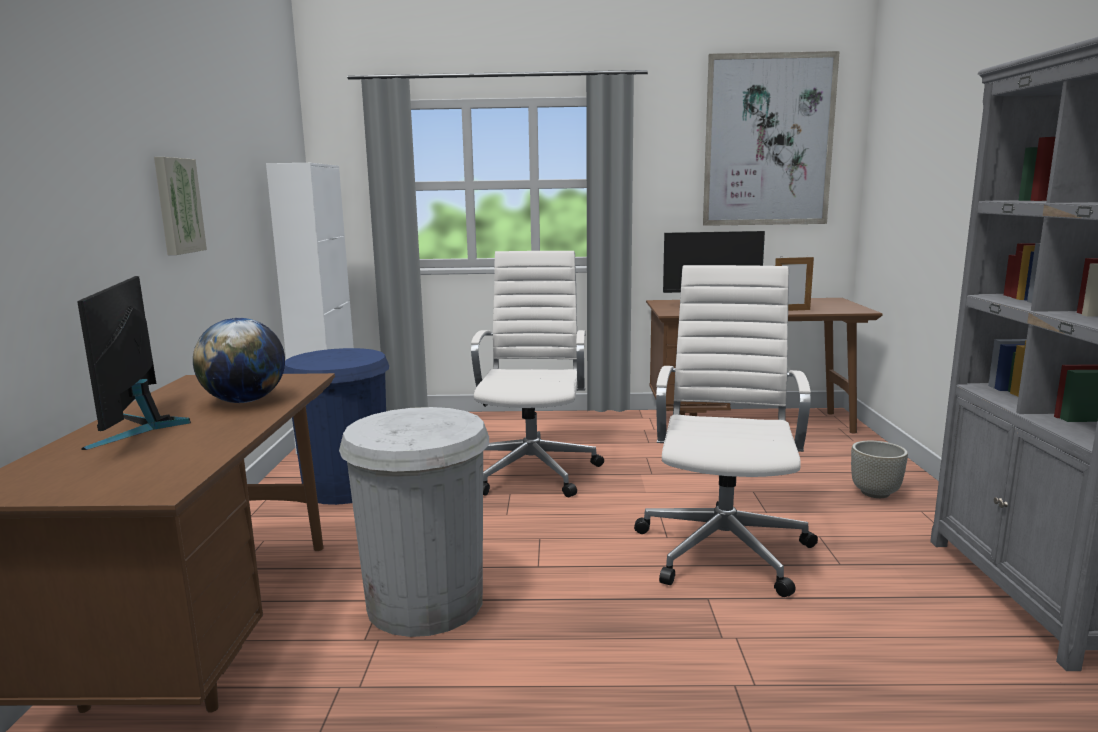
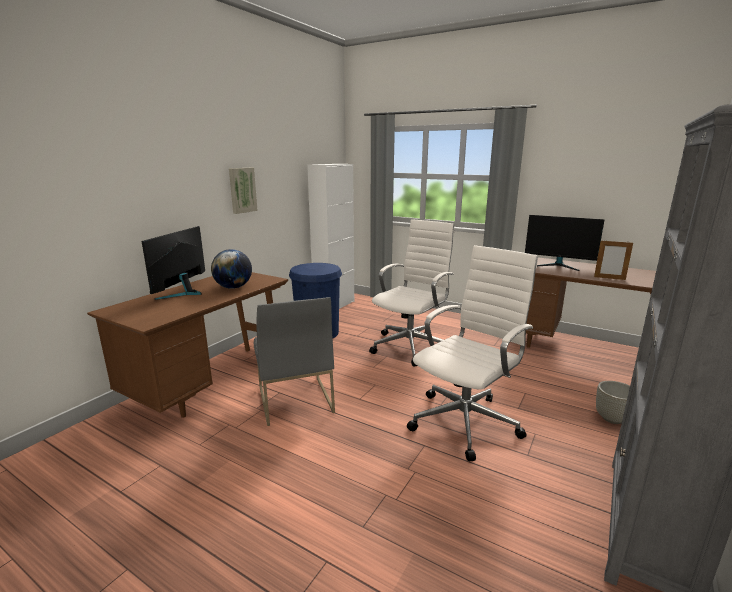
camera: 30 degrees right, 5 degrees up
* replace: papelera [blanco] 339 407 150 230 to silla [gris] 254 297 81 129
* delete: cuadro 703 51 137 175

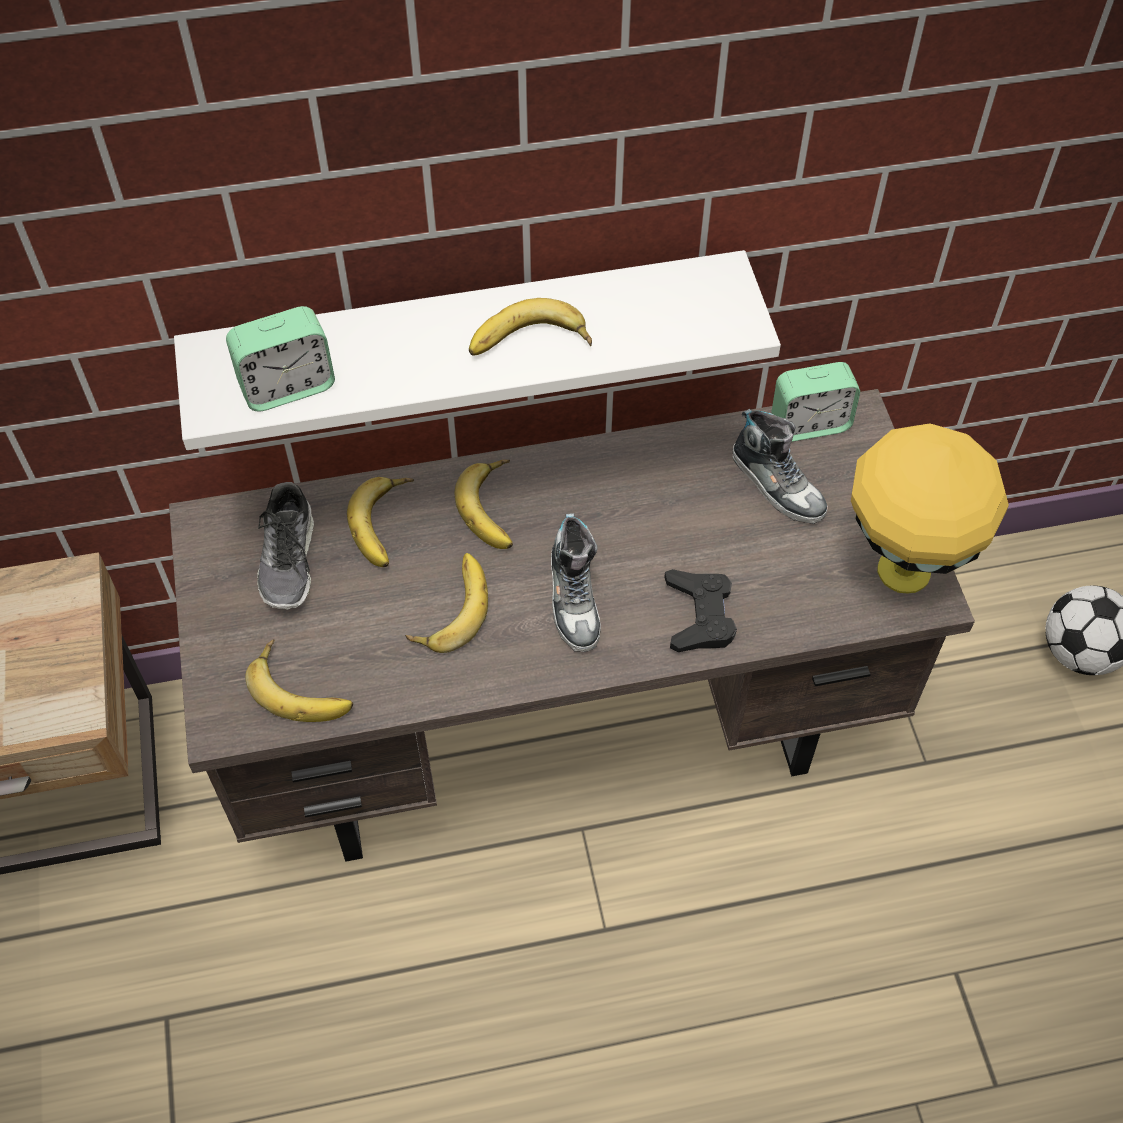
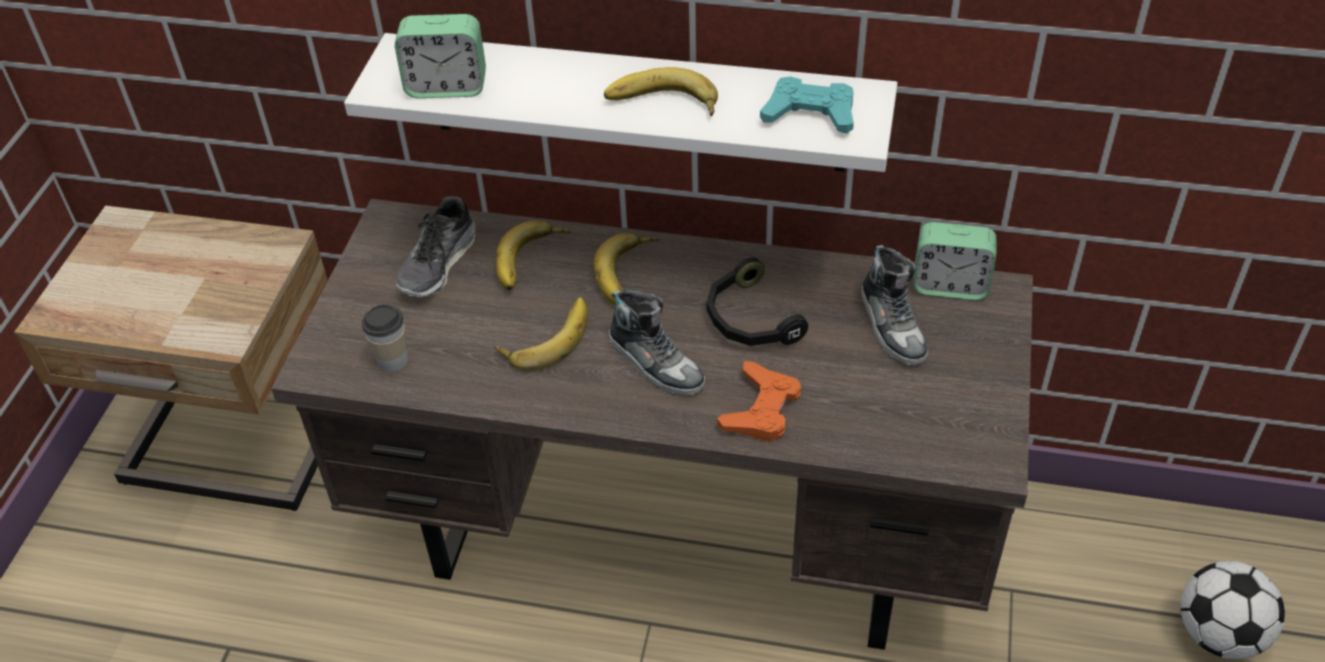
camera: 25 degrees right, 10 degrees down
* replace: plátano 245 639 108 83 to taza 362 304 46 68
* rotate: zapato 551 514 50 138 = 609 290 96 106 60 degrees counterclockwise
* recolor: mando de consola [negro] 664 569 73 83 to mando de consola [naranja] 717 361 84 81
* delete: lámpara de mesa [amarillo] 851 423 158 170
* insert: auriculares [negro] 707 258 101 88
* insert: mando de consola [turquesa] 760 76 94 58

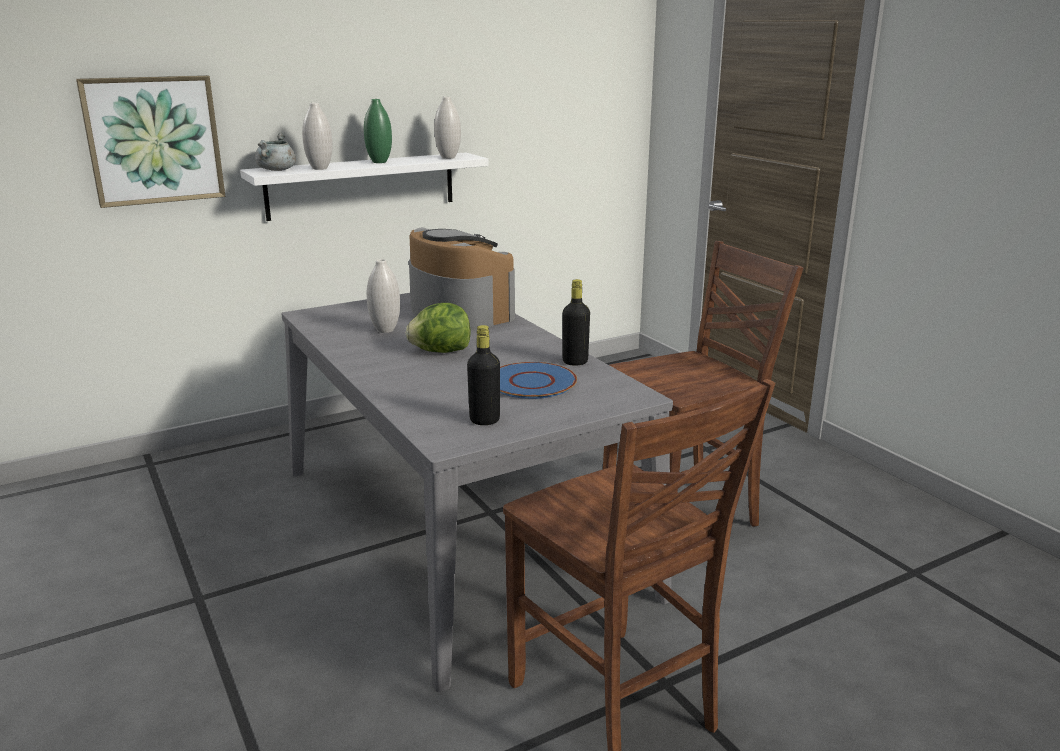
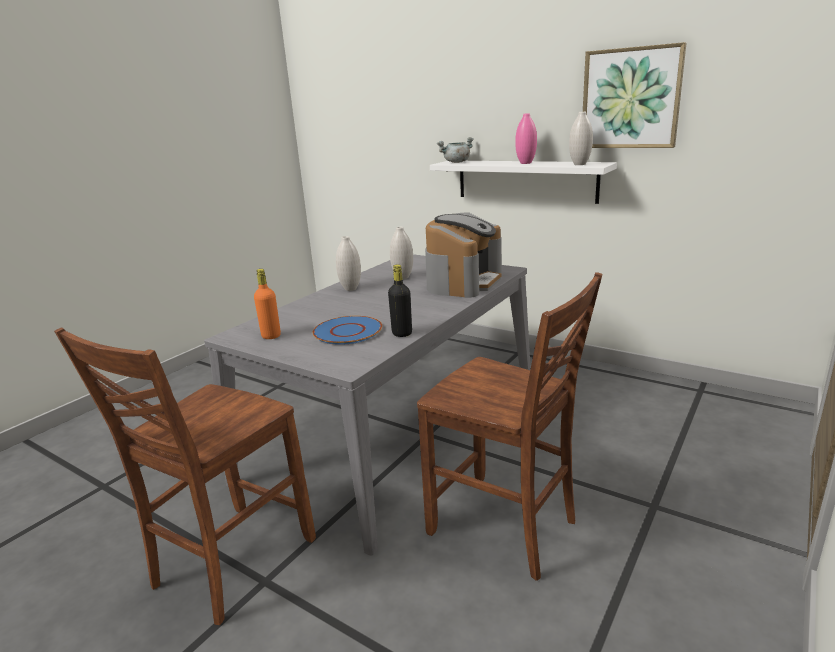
camera: 65 degrees right, 0 degrees up
* move: cuadro 76 75 150 133 to 583 42 103 106
* move: florero [blanco] 302 102 31 68 to 336 236 25 55
* recolor: florero [verde] 364 99 28 64 to florero [rosa] 515 113 22 51
* delete: lechuga 406 303 65 50
* recolor: botella [negro] 467 325 33 100 to botella [naranja] 254 269 27 70

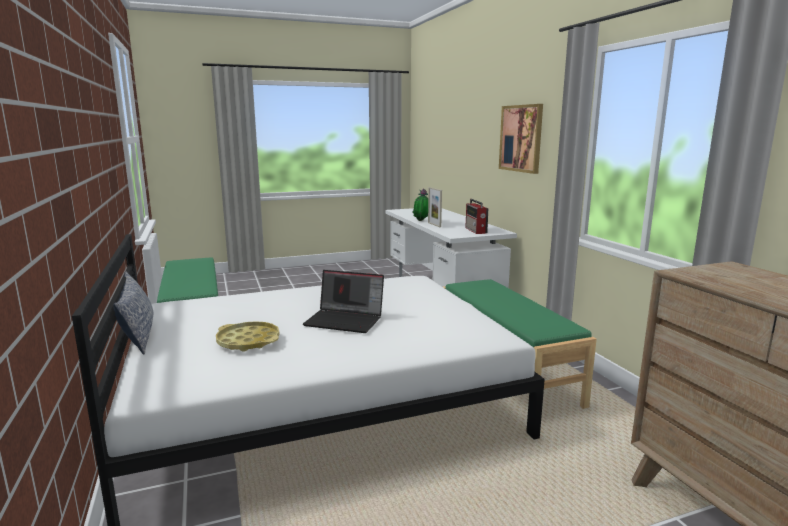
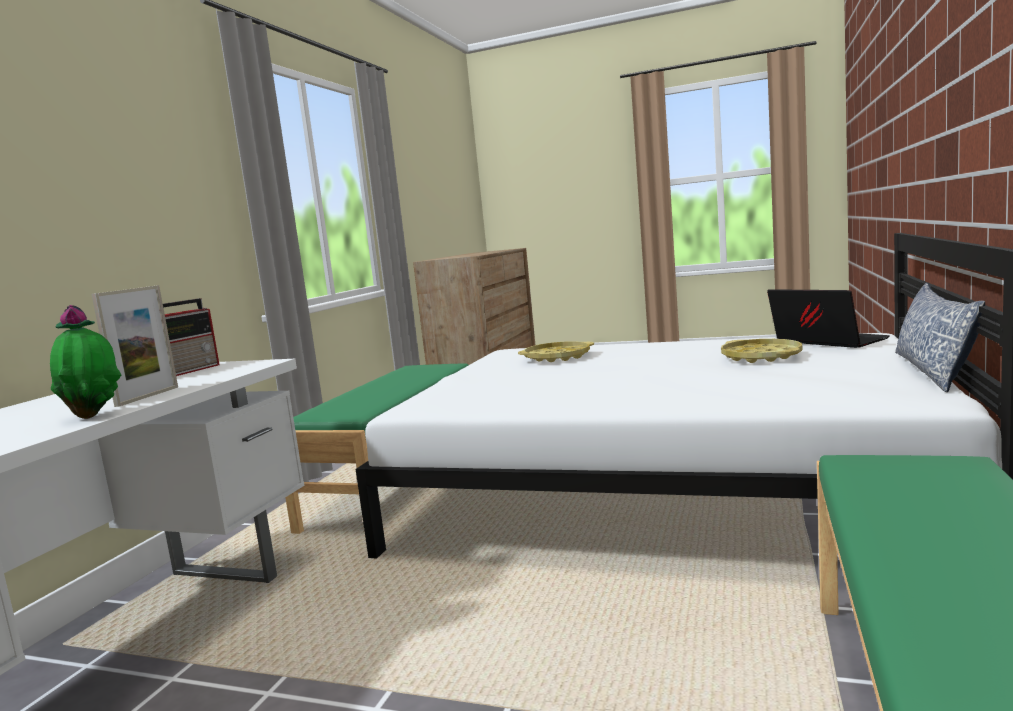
camera: 140 degrees left, 5 degrees down
* move: portátil 303 270 81 63 to 767 289 123 59
* delete: cuadro 499 104 44 70
* insert: bandeja [amarillo] 518 341 76 21

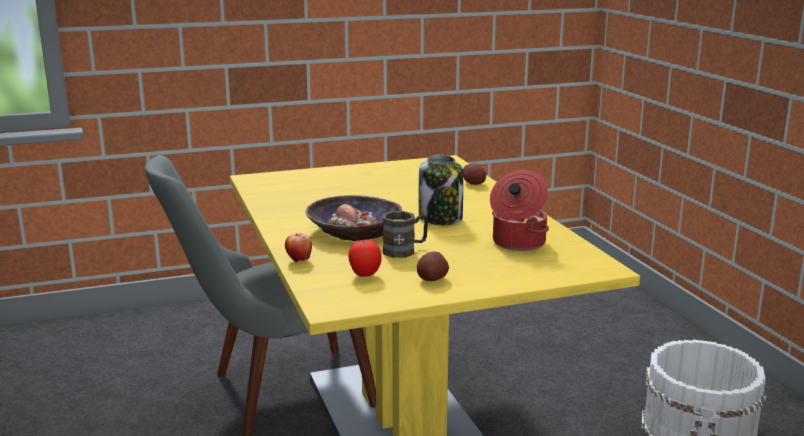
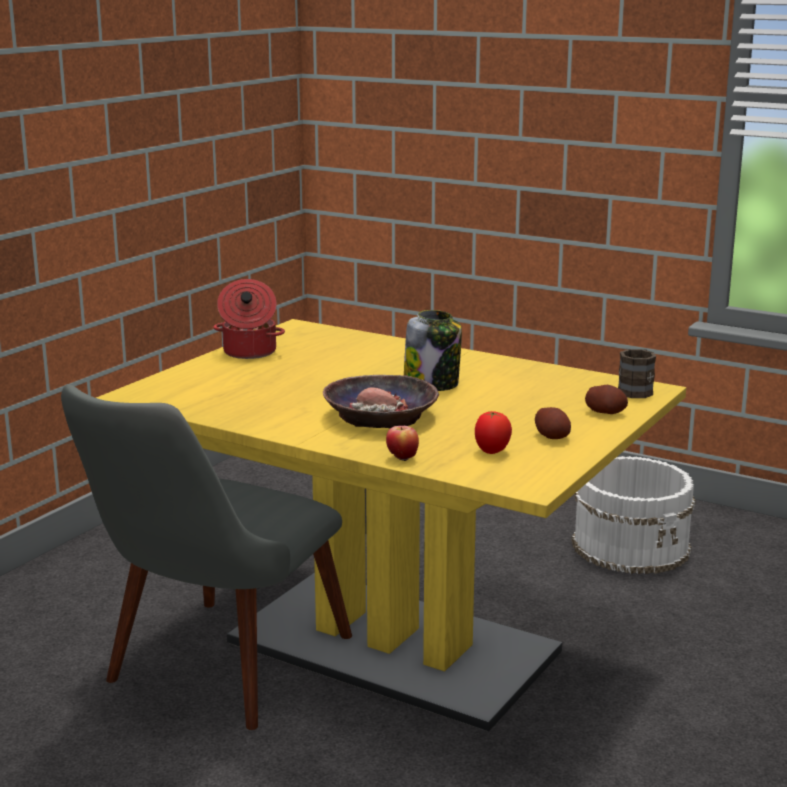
camera: 40 degrees left, 0 degrees up
* move: taza grande [marrón] 383 211 45 47 to 618 349 38 49
* move: patata 463 163 23 22 to 585 385 43 29
* move: olla 490 170 59 81 to 213 279 72 80

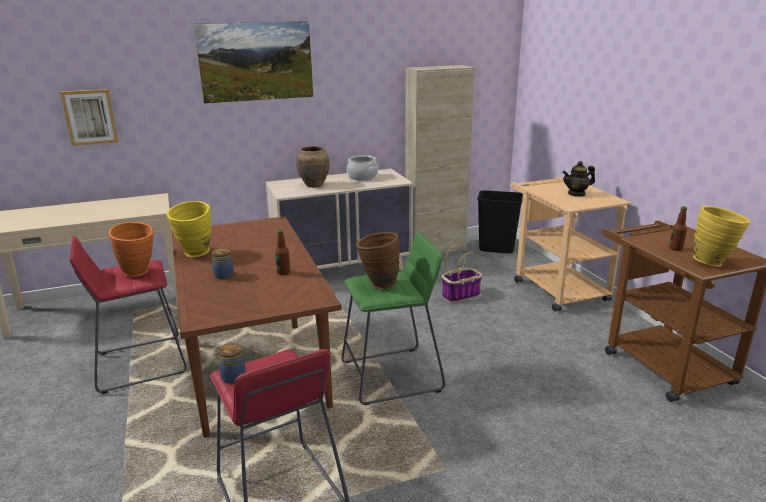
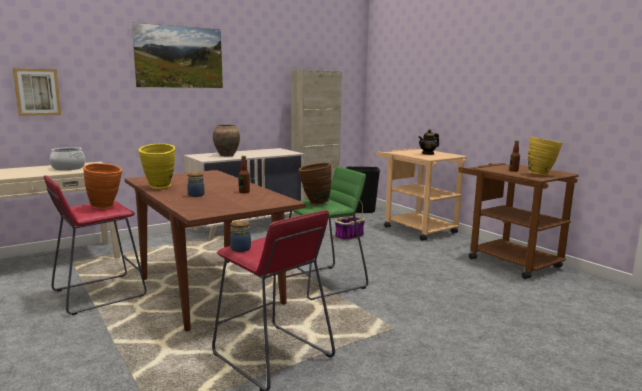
camera: 15 degrees left, 10 degrees down
* move: olla 347 155 31 26 to 50 147 35 23

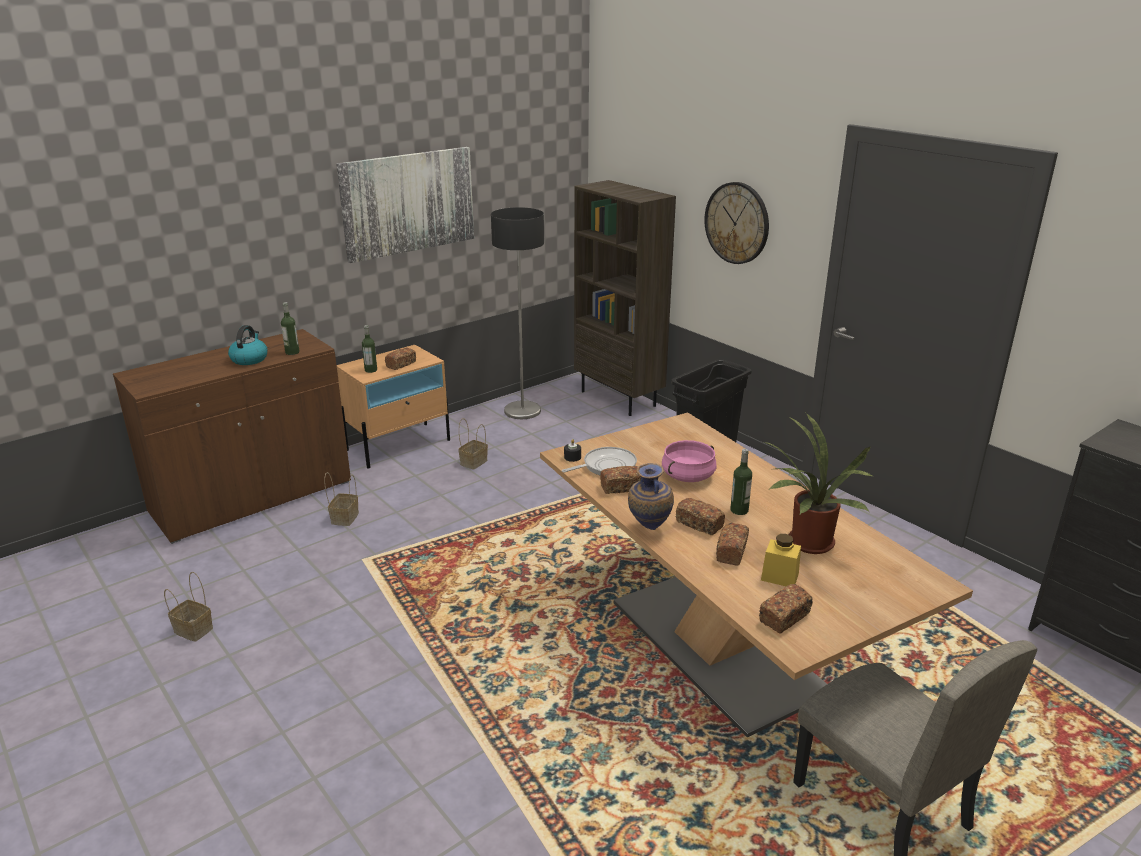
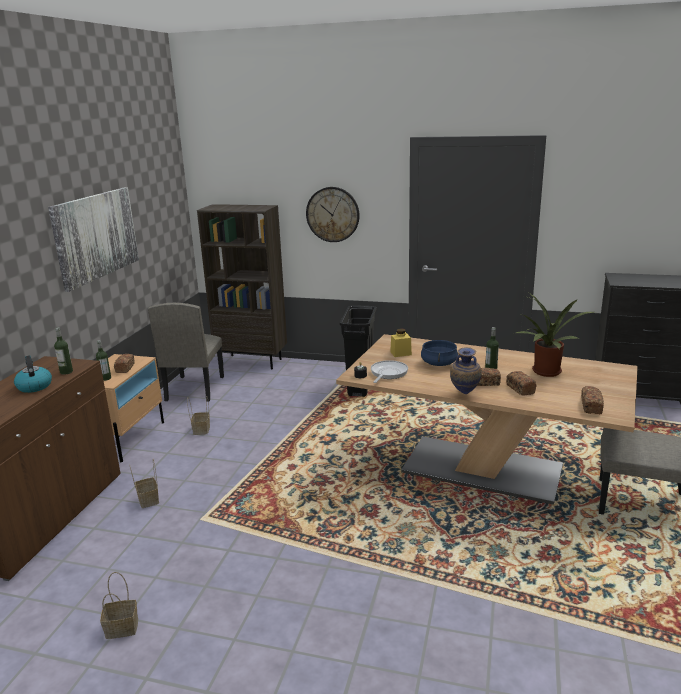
camera: 35 degrees left, 5 degrees down
* replace: lámpara de pie 491 207 53 212 to silla [beis] 148 303 76 98
* delete: pan 600 466 41 28
* recolor: olla [rosa] 662 440 55 42 to olla [azul] 421 340 37 26
* move: tarro [amarillo] 761 534 40 52 to 390 329 22 28

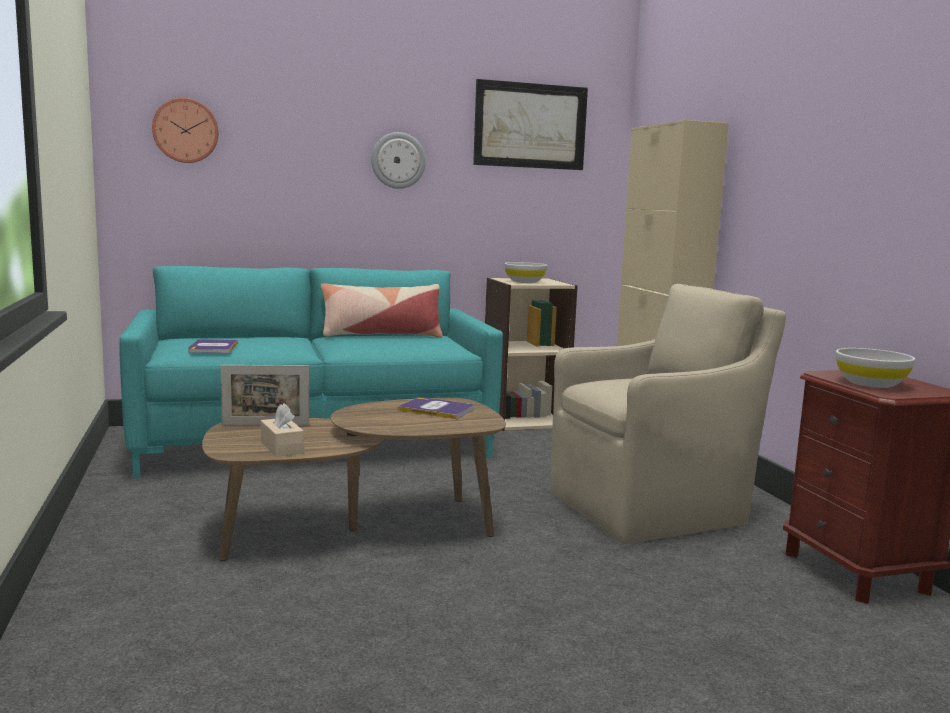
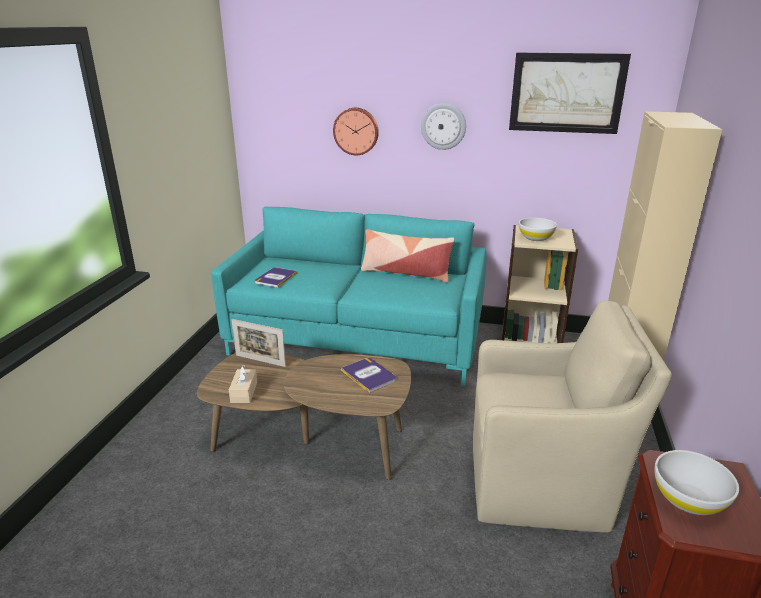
camera: 30 degrees right, 15 degrees up
* move: reloj de pared 152 98 67 65 to 333 108 46 47

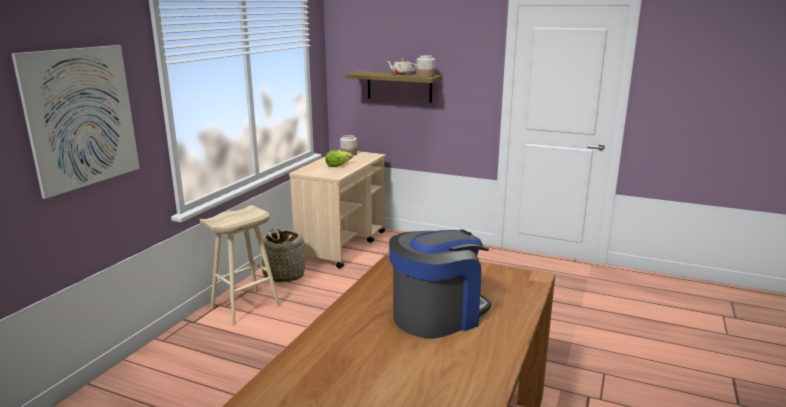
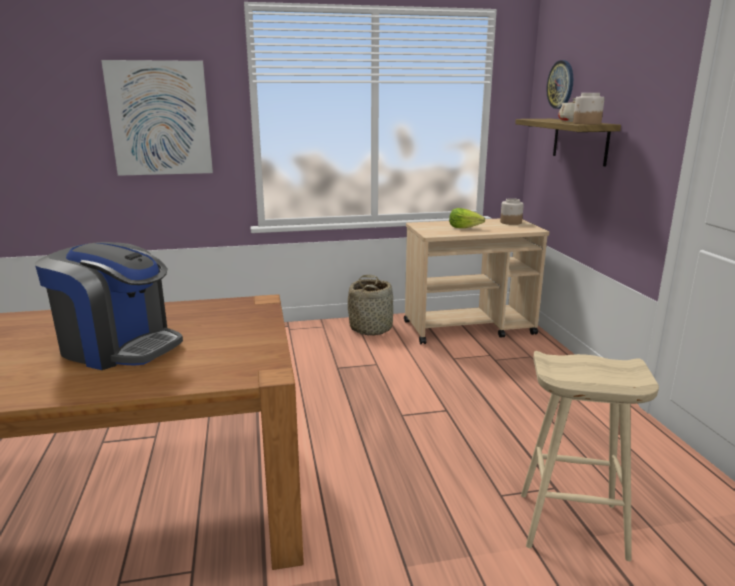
camera: 55 degrees right, 0 degrees up
* move: taburete [beis] 200 205 80 120 to 521 351 138 210
* insert: reloj de pared 546 60 27 49

